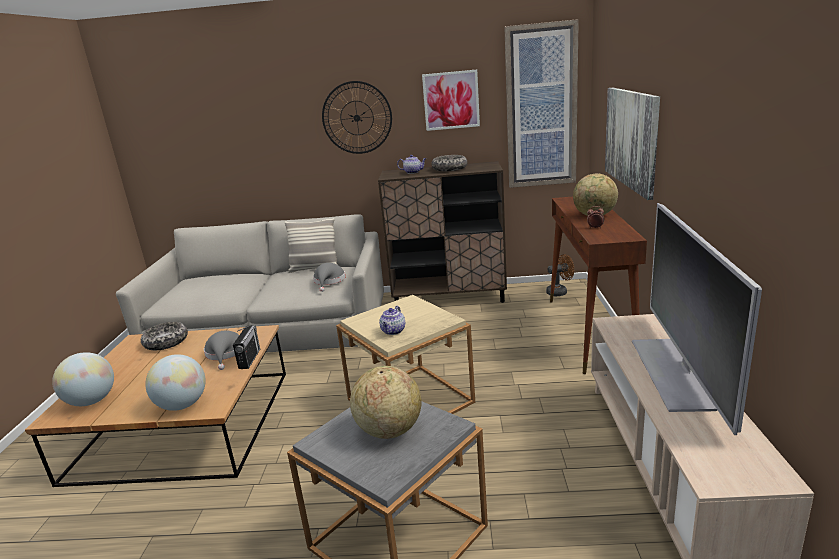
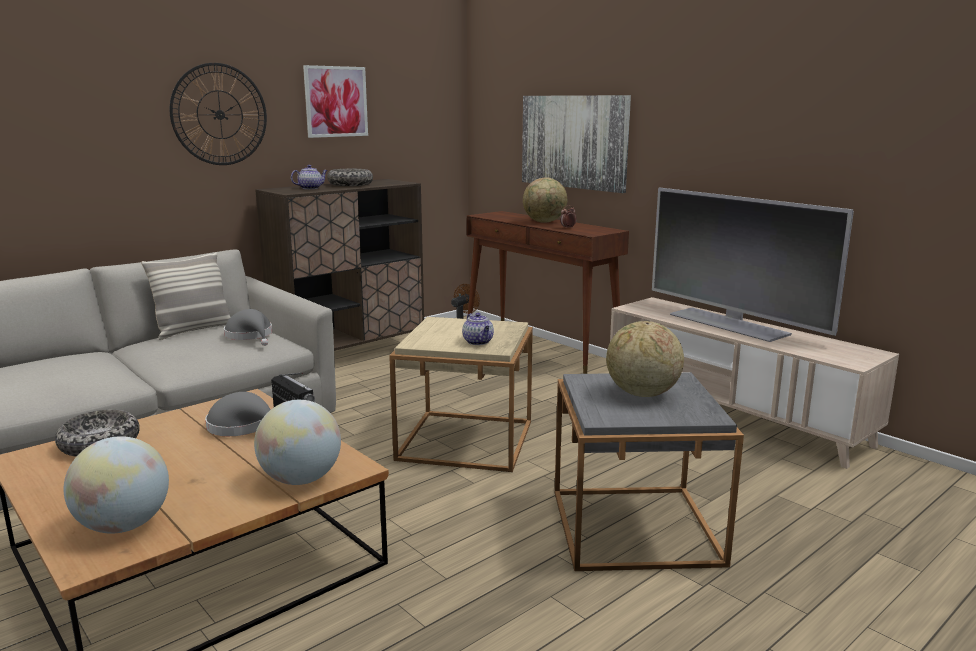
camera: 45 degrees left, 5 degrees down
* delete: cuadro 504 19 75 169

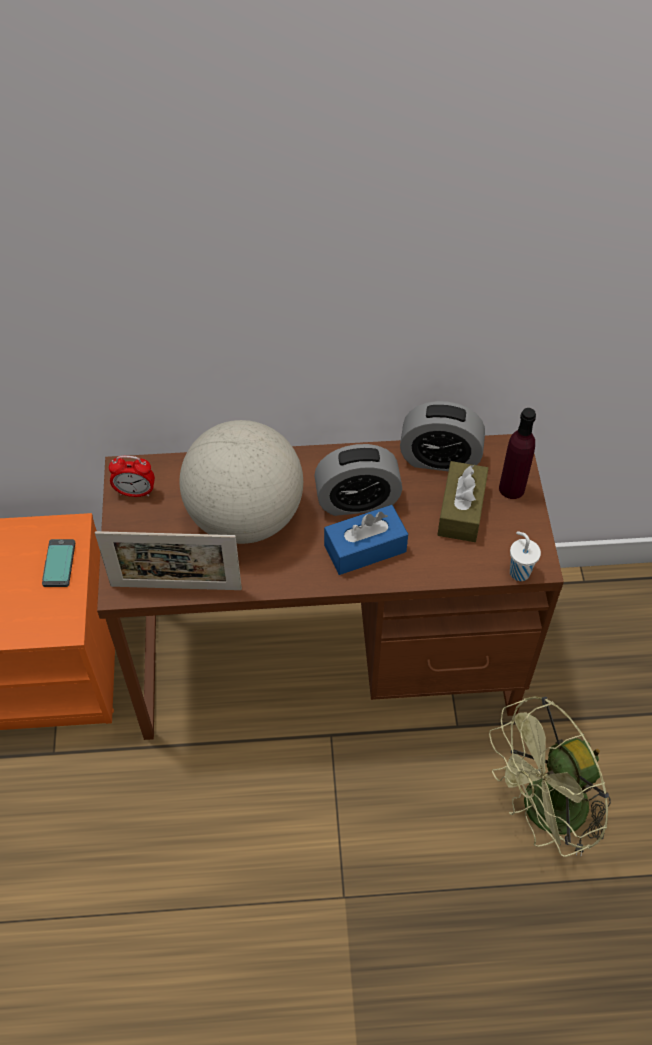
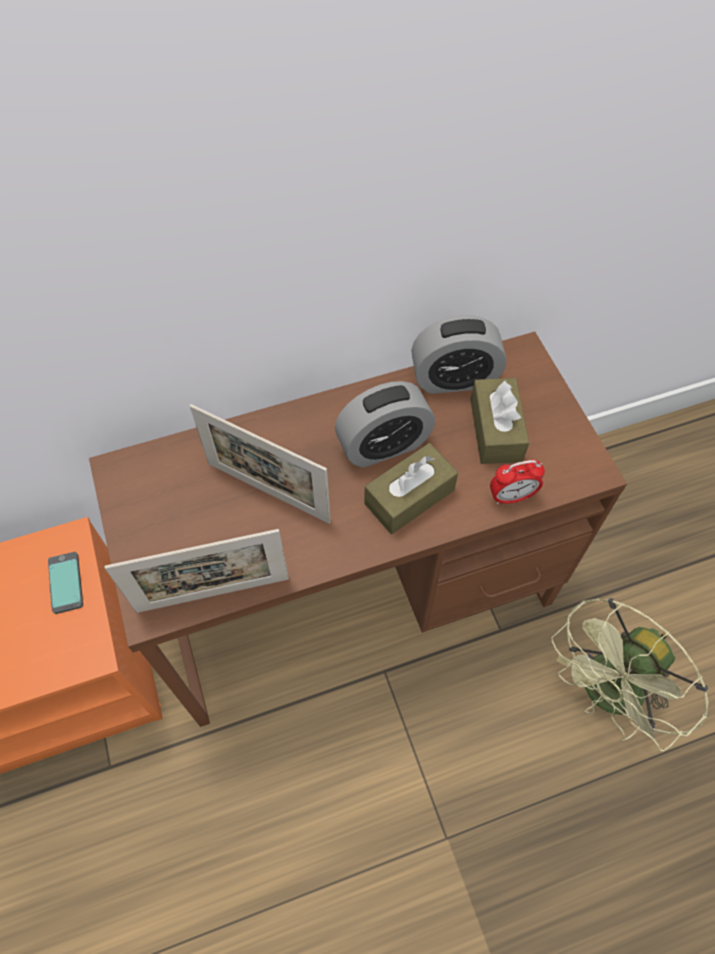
camera: 15 degrees left, 5 degrees up
* move: despertador 109 456 46 41 to 490 459 55 46
* replace: globo terráqueo 180 420 123 124 to portarretratos 190 404 141 120
* recolor: caja de pañuelos [azul] 324 505 84 70 to caja de pañuelos [marrón] 364 443 94 91
* delete: botella [morado] 499 408 37 91
* delete: taza [blanco] 510 531 31 50

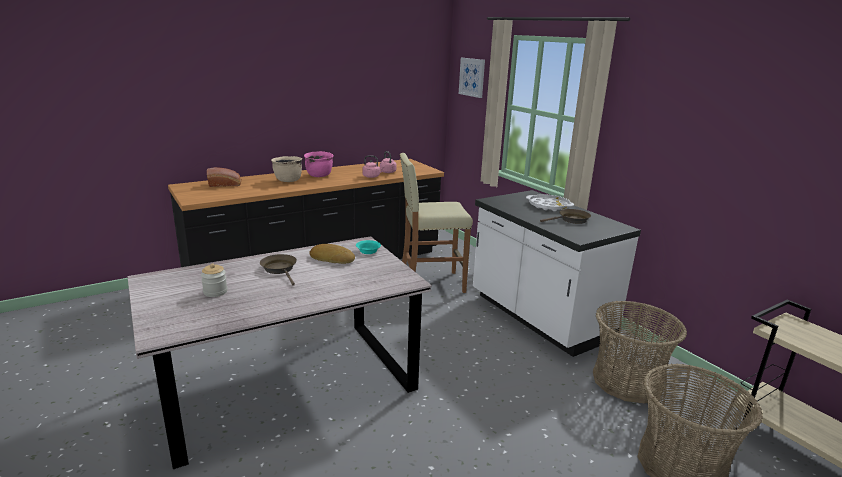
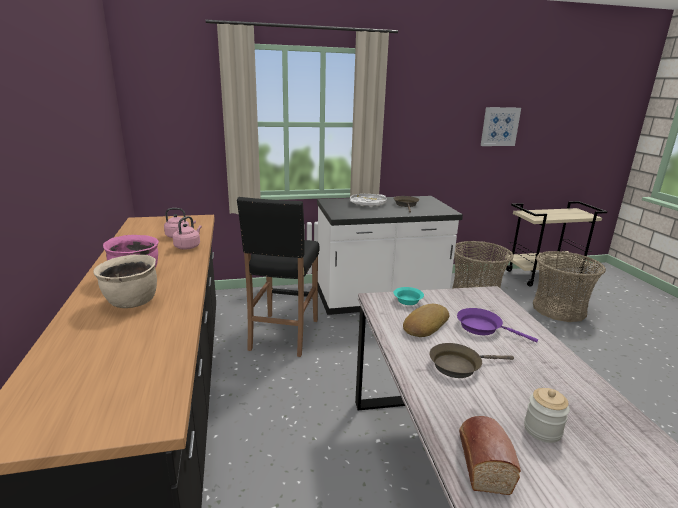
camera: 70 degrees left, 0 degrees up
* move: pan 207 167 34 20 to 459 416 62 79
* recolor: taburete [beis] 400 153 73 140 to taburete [negro] 237 197 83 160
* move: cuadro 459 58 26 40 to 481 107 40 39
* insert: sartén [morado] 457 308 81 34

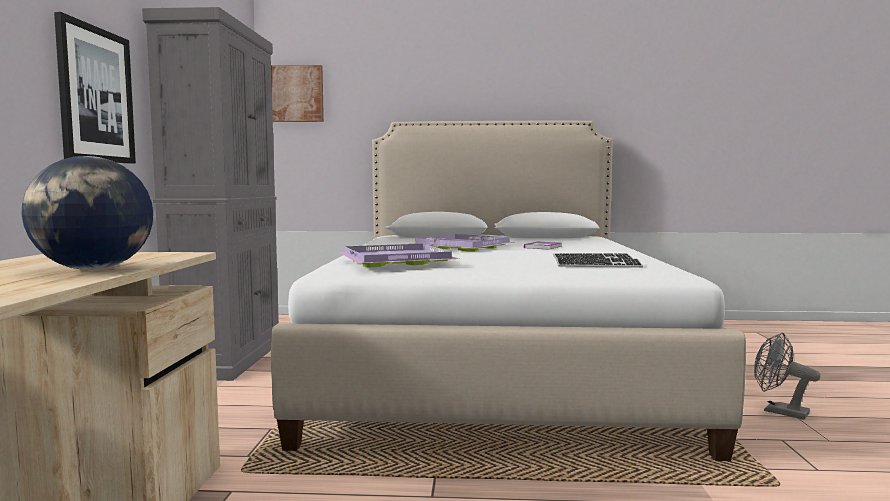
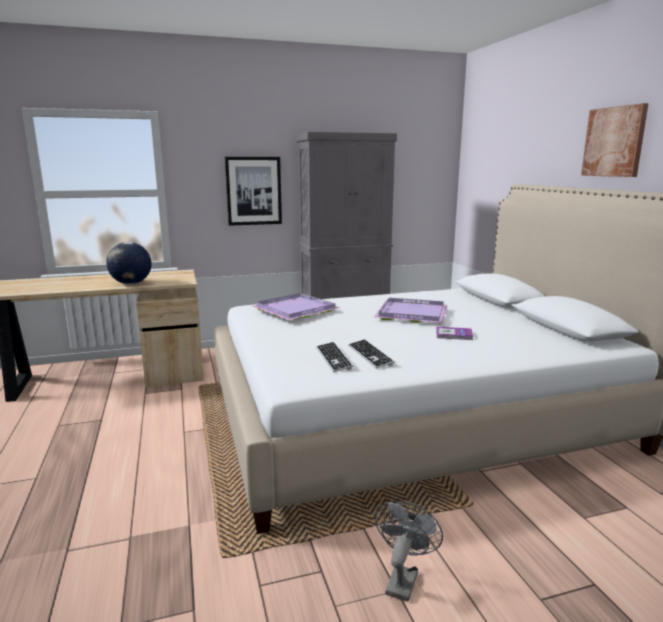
camera: 70 degrees right, 10 degrees up
* move: cuadro 271 65 53 57 to 581 103 68 74

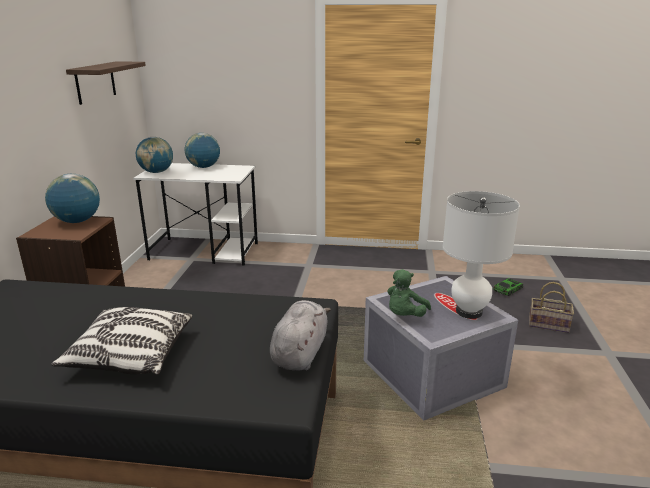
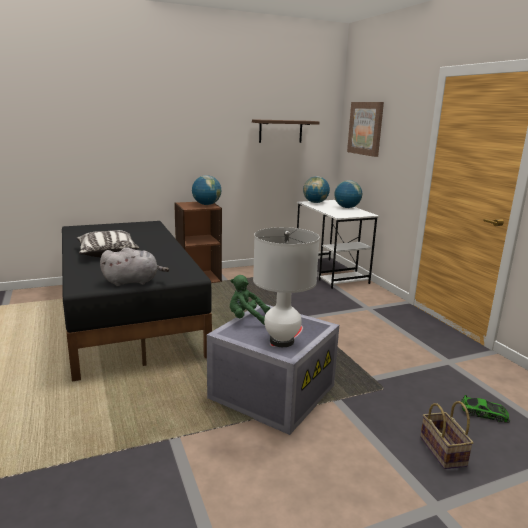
camera: 60 degrees right, 5 degrees down
* insert: cuadro 347 102 37 55

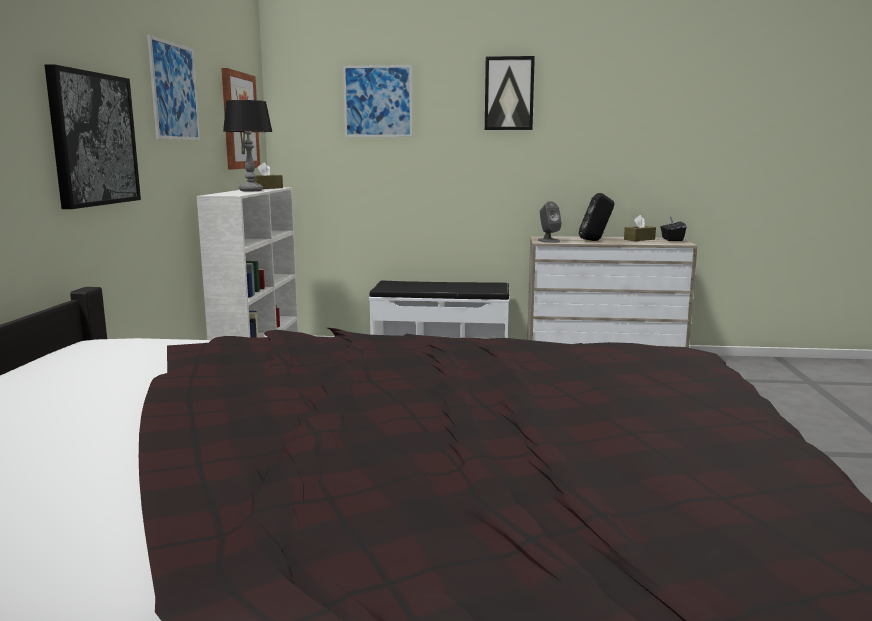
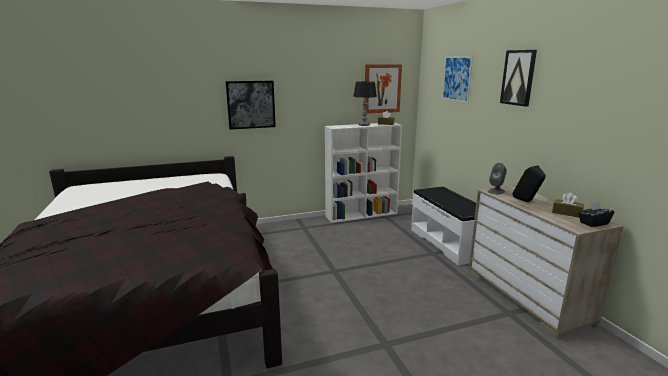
camera: 65 degrees right, 5 degrees up
* delete: cuadro 147 35 53 105

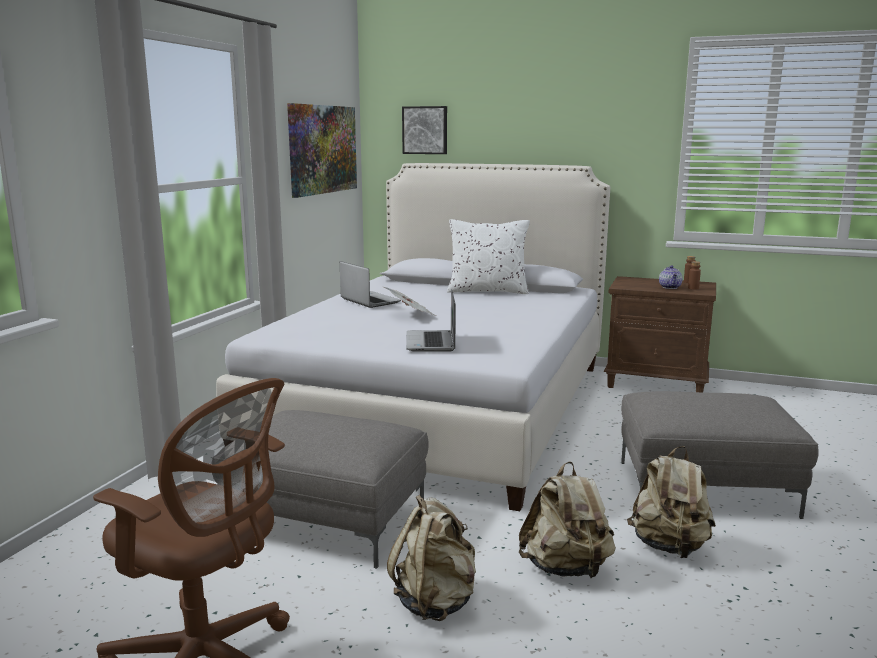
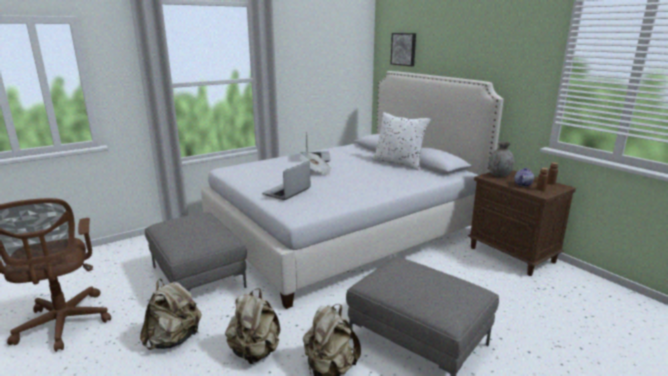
camera: 35 degrees right, 5 degrees up
* delete: cuadro 287 103 70 95
* insert: florero [gris] 489 141 25 36

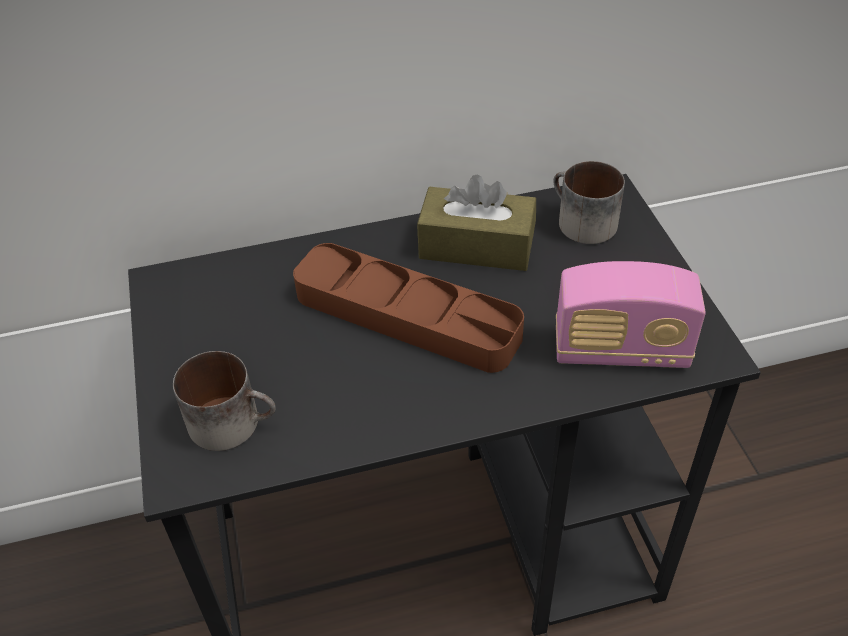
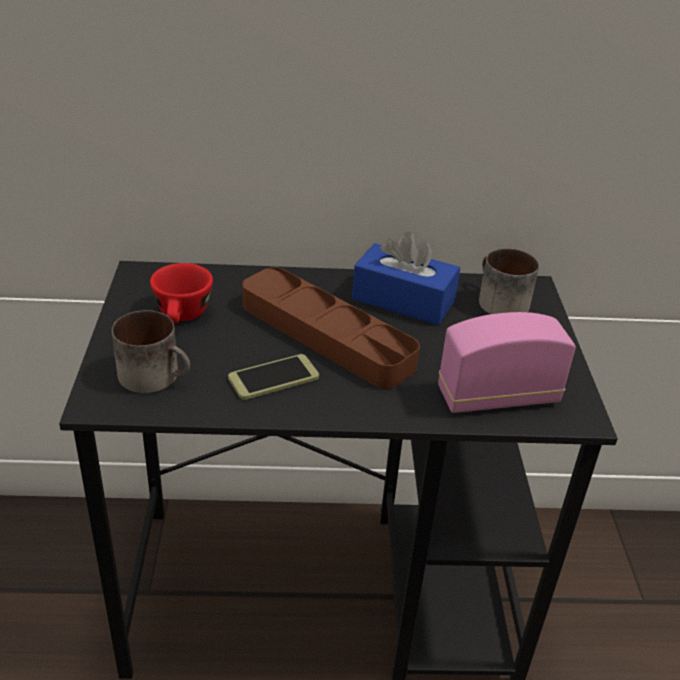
camera: 10 degrees right, 10 degrees down
* recolor: caja de pañuelos [marrón] 417 174 119 97 to caja de pañuelos [azul] 352 232 108 93
* rotate: radio 556 261 150 107 = 438 312 138 101 150 degrees clockwise
* insert: taza [rojo] 150 263 63 60
* insert: móvil 228 354 91 46

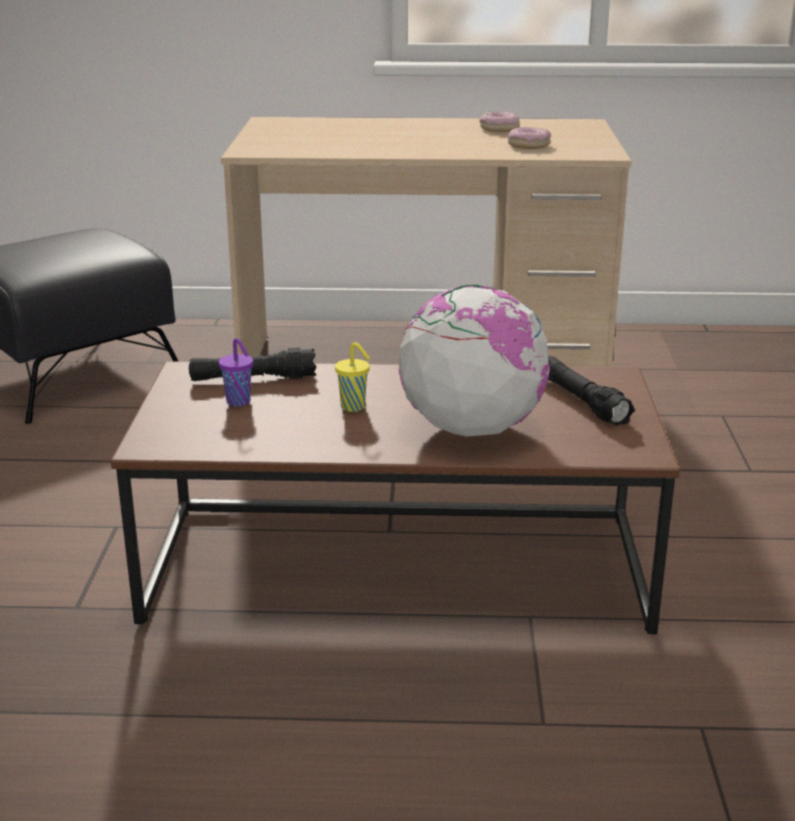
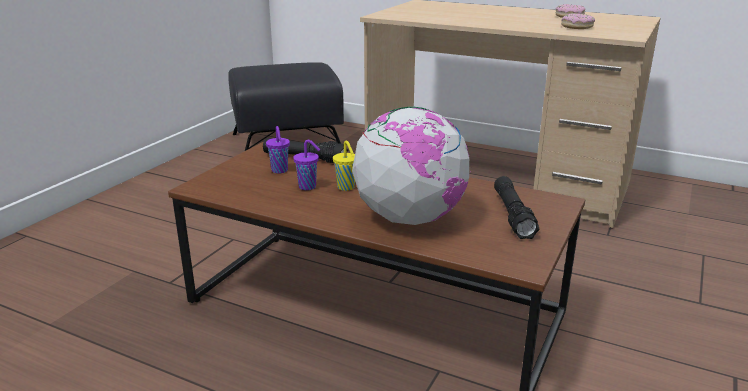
camera: 25 degrees right, 0 degrees up
* insert: taza [morado] 293 140 27 50

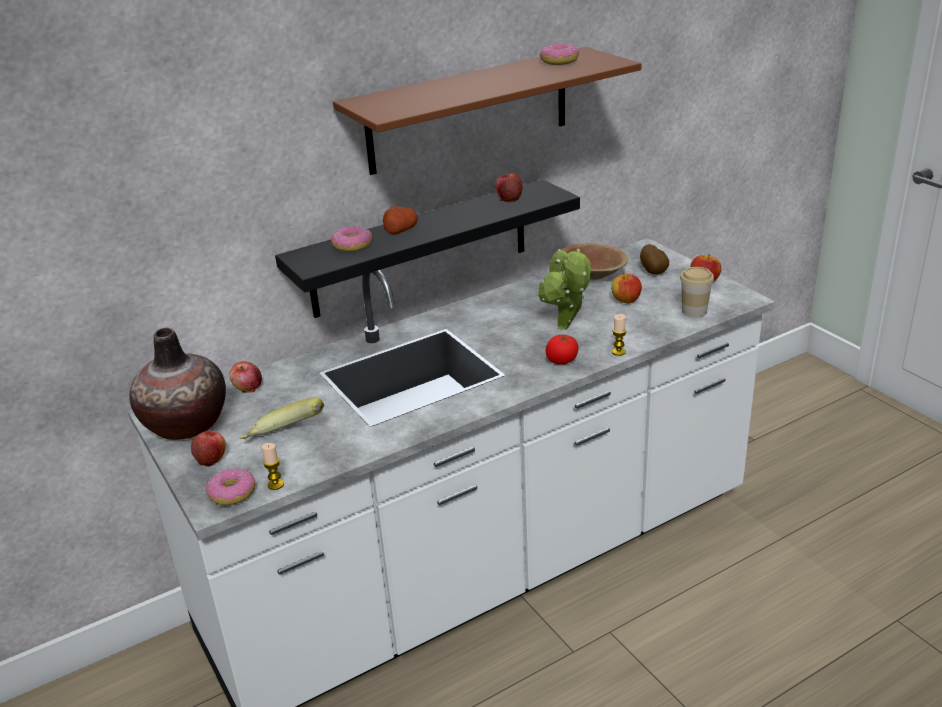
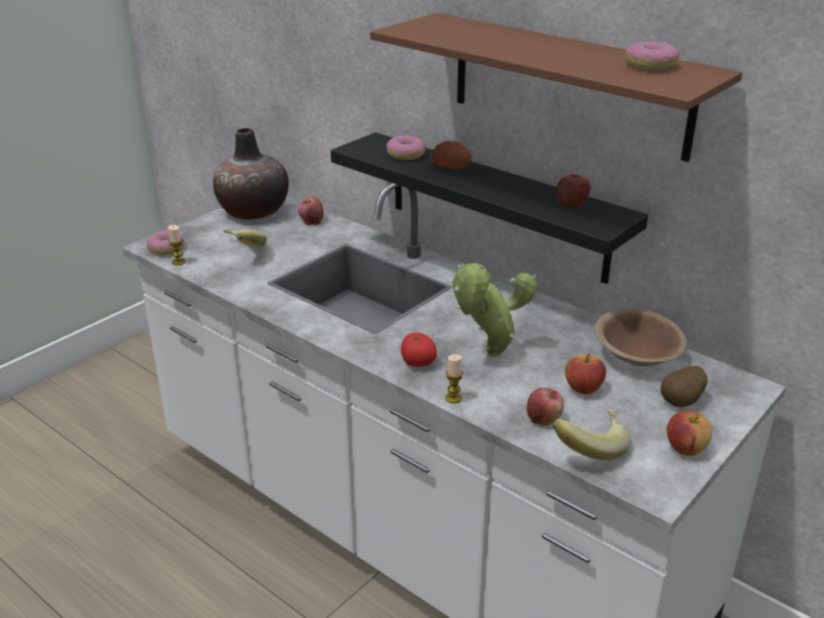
camera: 70 degrees right, 0 degrees up
* move: manzana 191 430 35 37 to 527 388 37 37
* replace: taza 680 267 34 51 to plátano 553 409 78 51

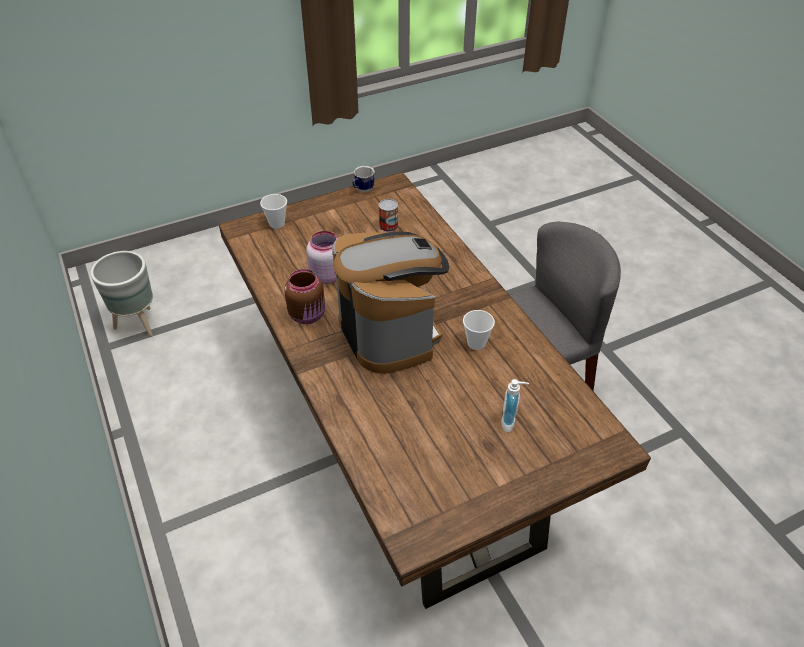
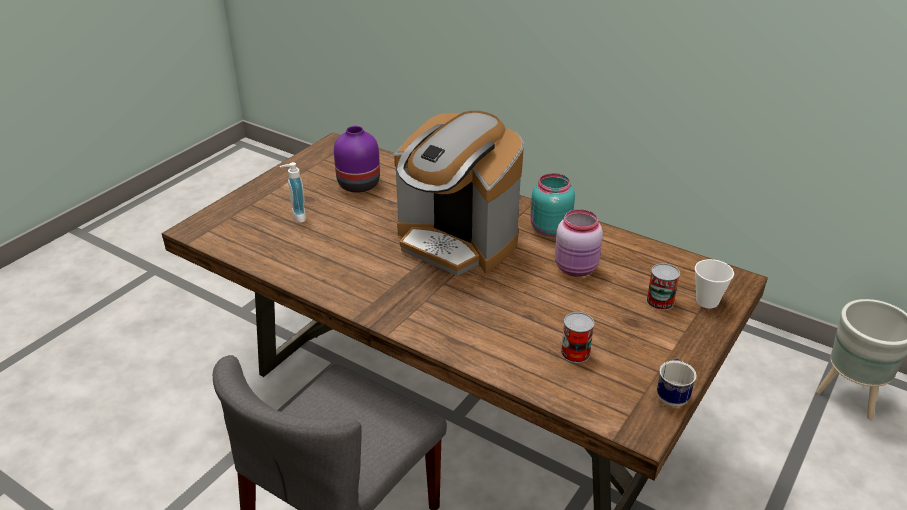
camera: 150 degrees right, 10 degrees down
* recolor: tarro [marrón] 284 269 41 55 to tarro [turquesa] 530 173 45 63
* delete: taza 463 310 32 40
* insert: florero [morado] 334 126 46 67
* insert: lata 646 263 34 47

